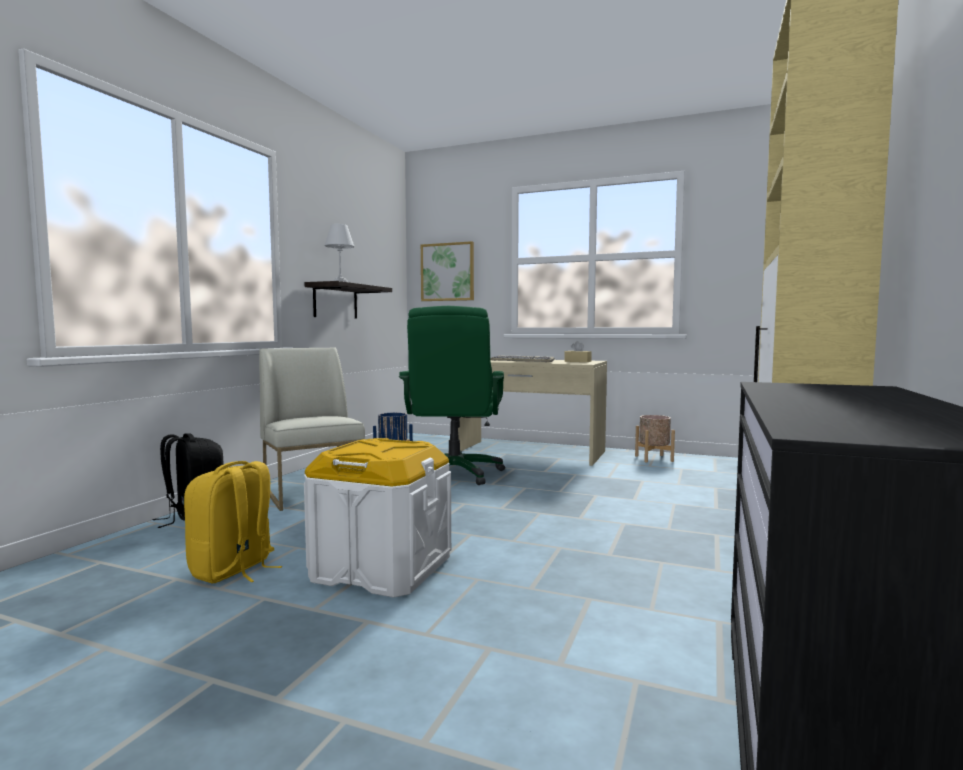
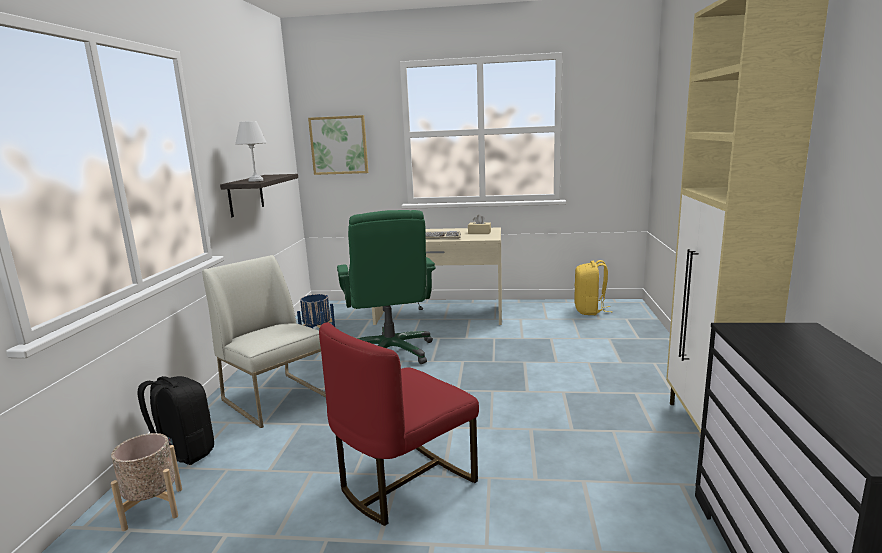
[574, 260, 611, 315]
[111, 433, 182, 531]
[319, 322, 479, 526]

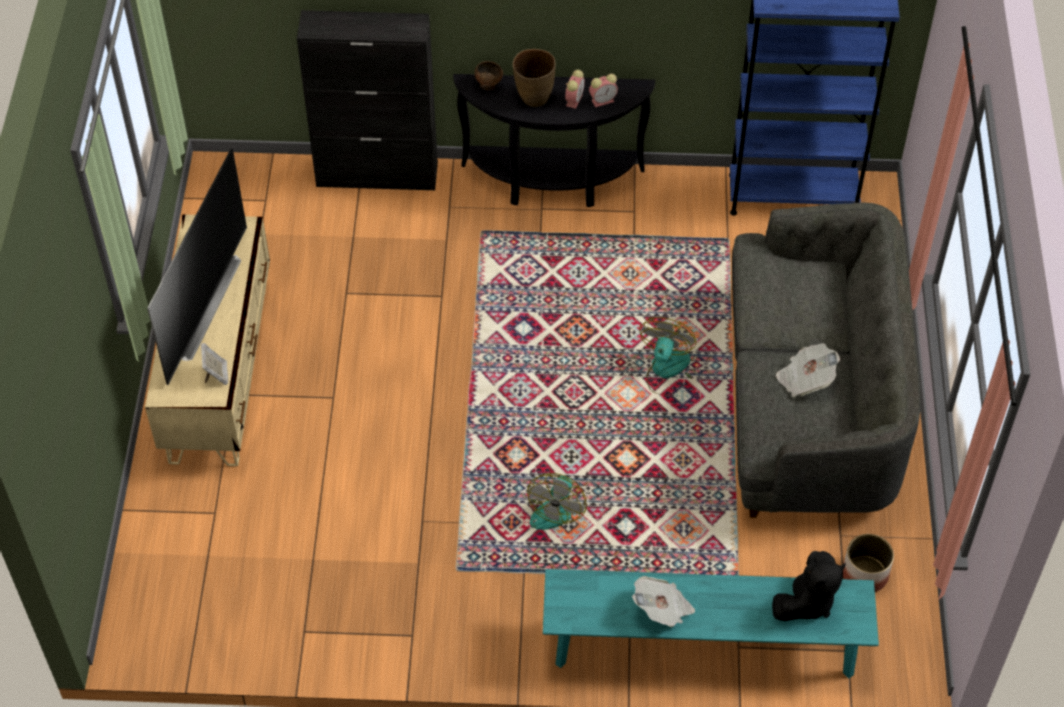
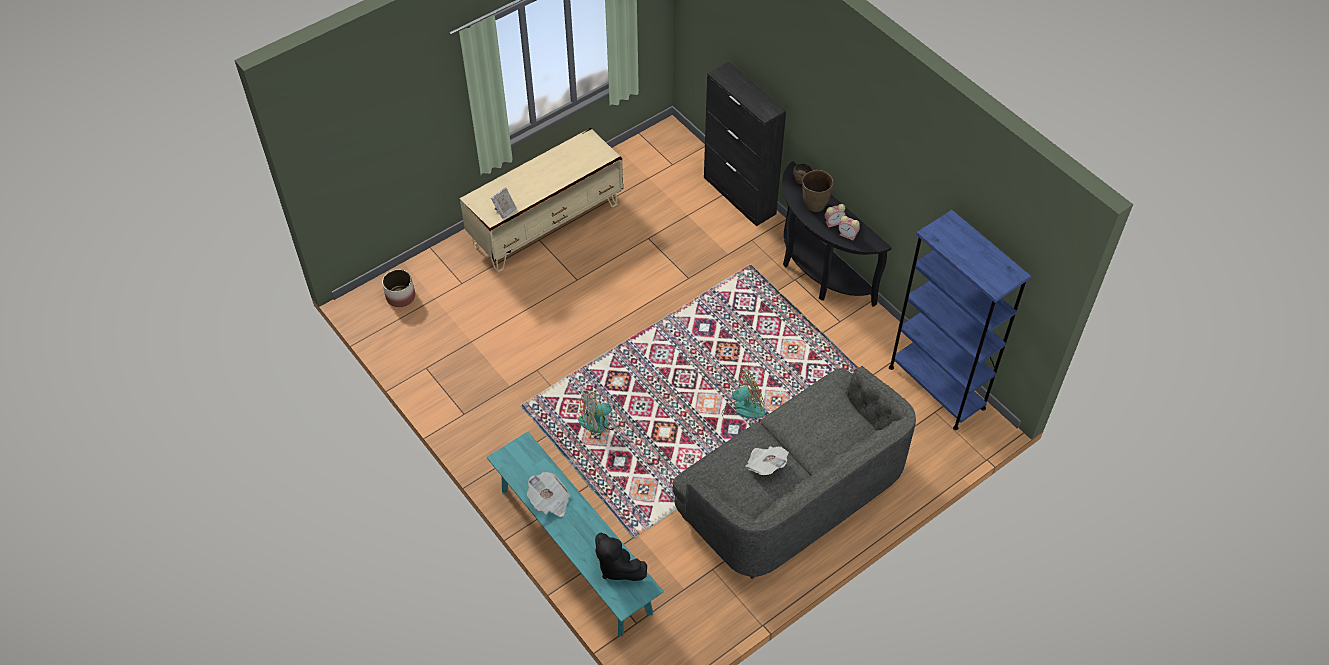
[147, 148, 247, 385] (first image)
[382, 269, 415, 307]
[595, 533, 647, 581]

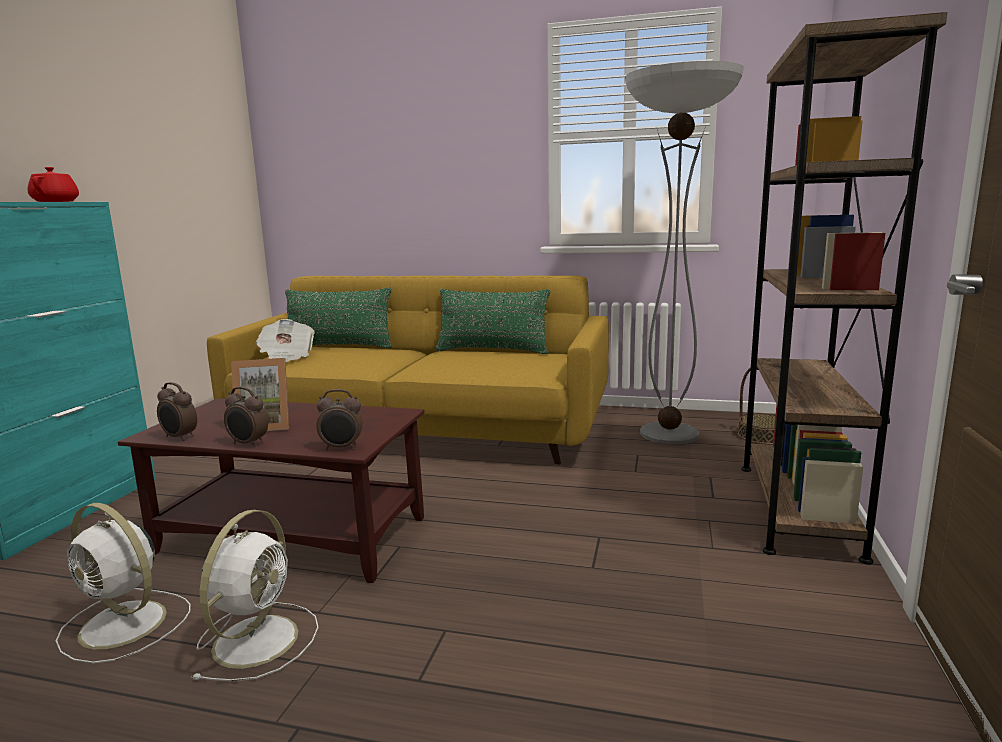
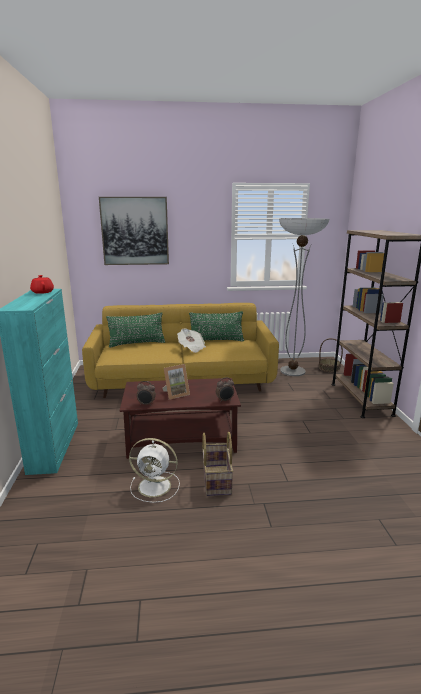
[224, 387, 268, 447] (first image)
[99, 197, 169, 265]
[177, 328, 206, 353]
[202, 432, 233, 496]

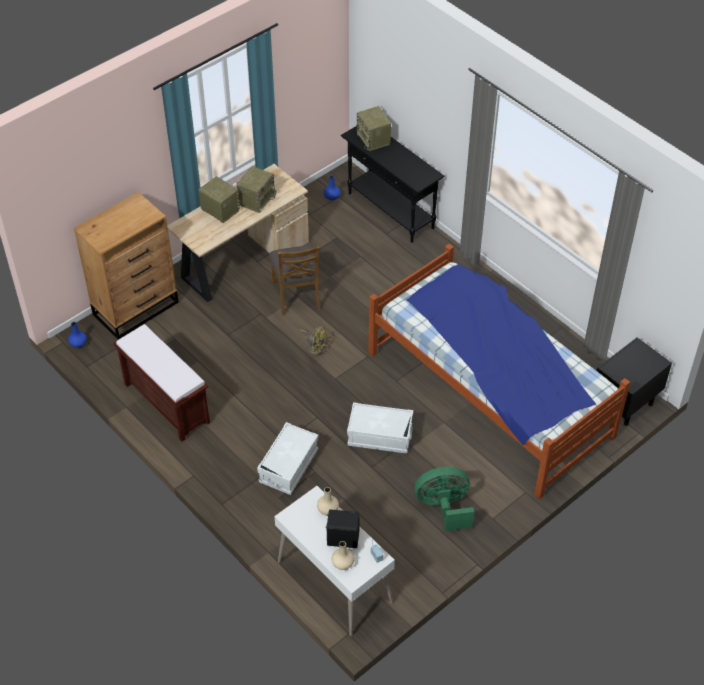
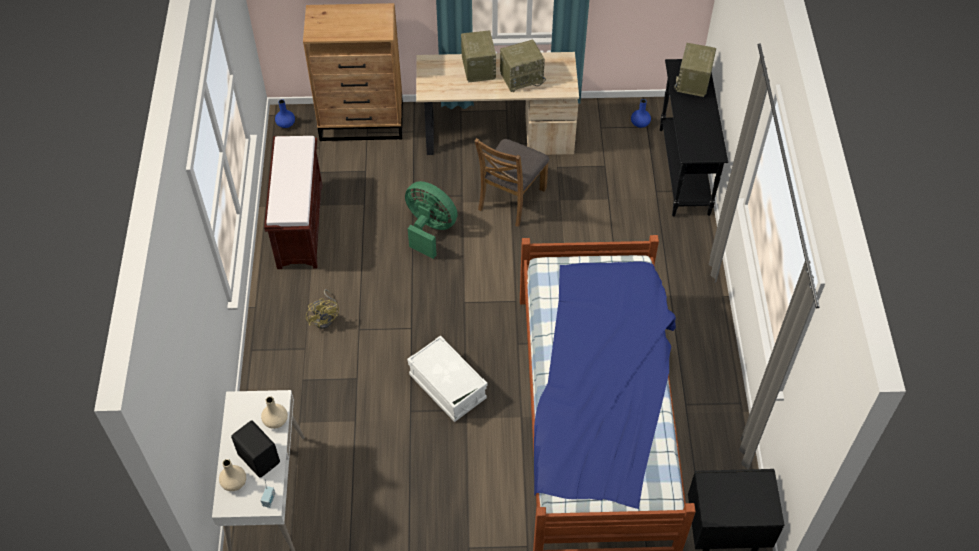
[257, 422, 319, 495] (first image)
[306, 289, 339, 329]
[405, 181, 458, 259]

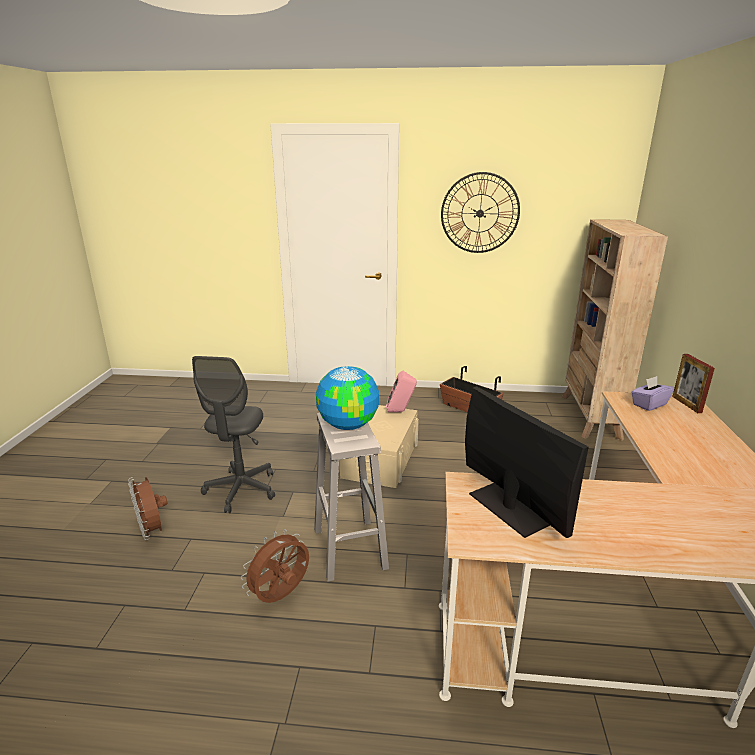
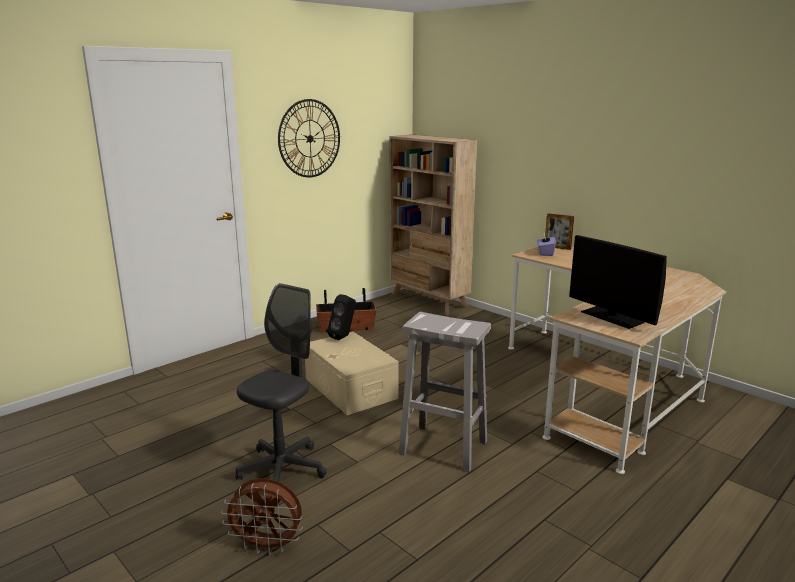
[241, 529, 309, 603] (first image)
[316, 366, 379, 430] (first image)
[327, 294, 356, 340]
[235, 283, 327, 482]
[569, 235, 667, 329]

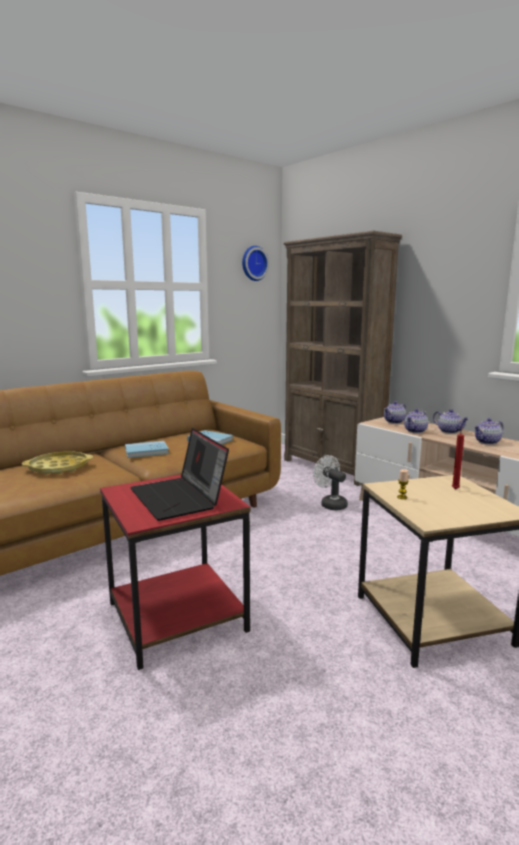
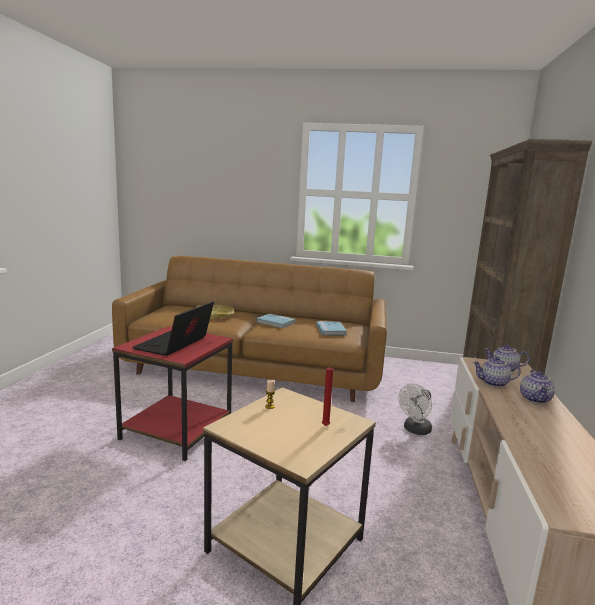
[242, 246, 269, 281] (first image)
[474, 418, 504, 445] (first image)
[398, 383, 432, 435]

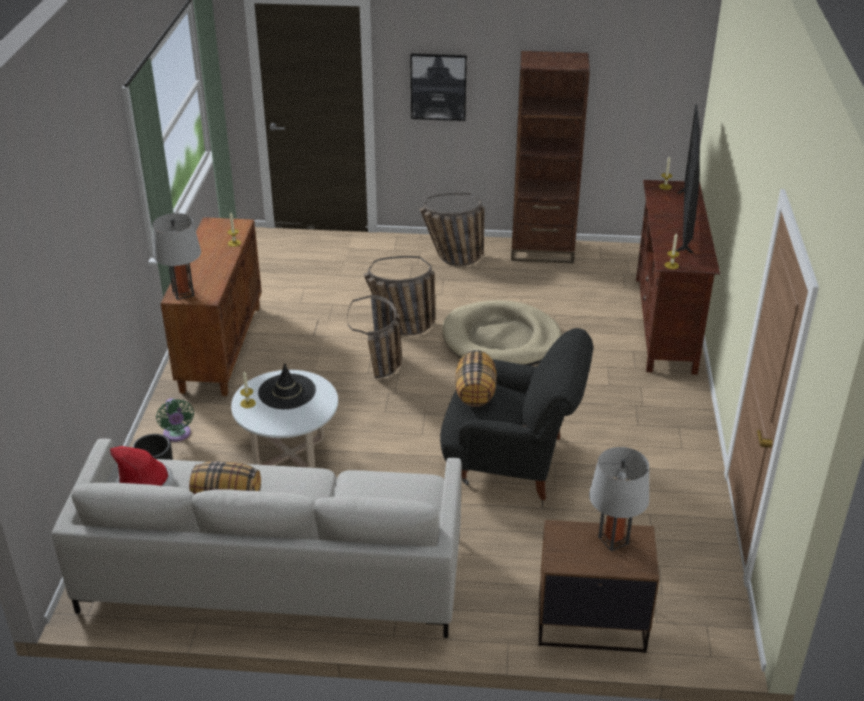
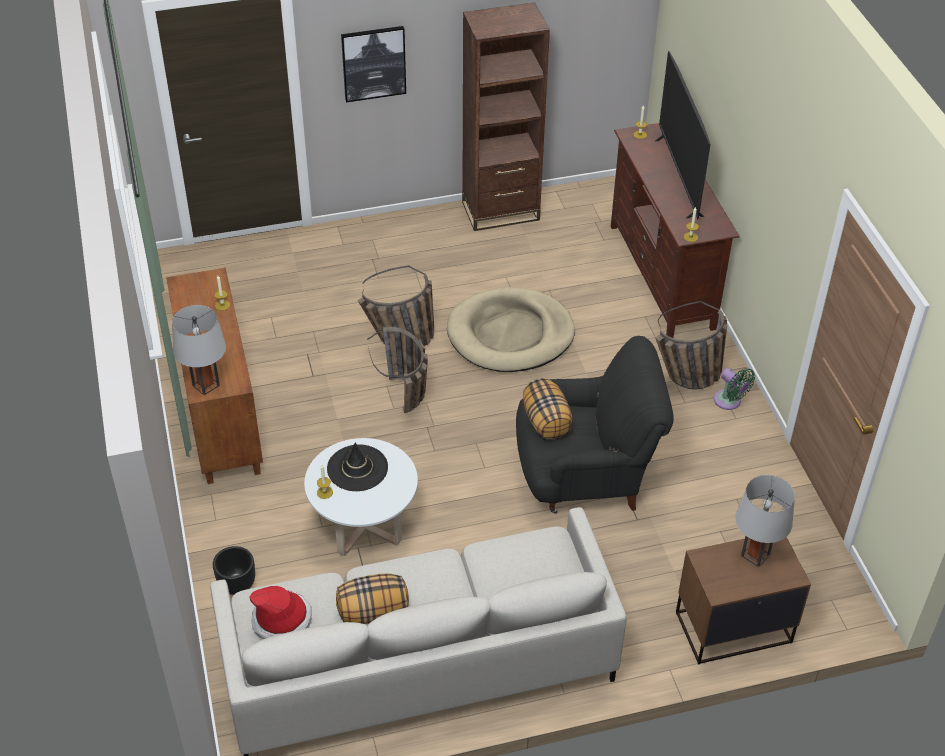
[714, 368, 755, 410]
[655, 301, 727, 389]

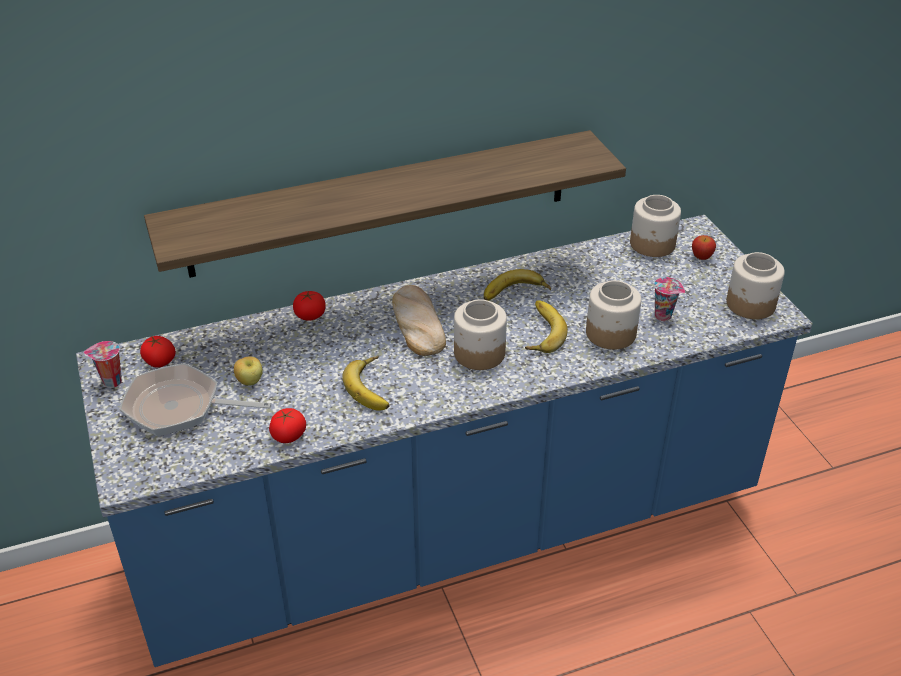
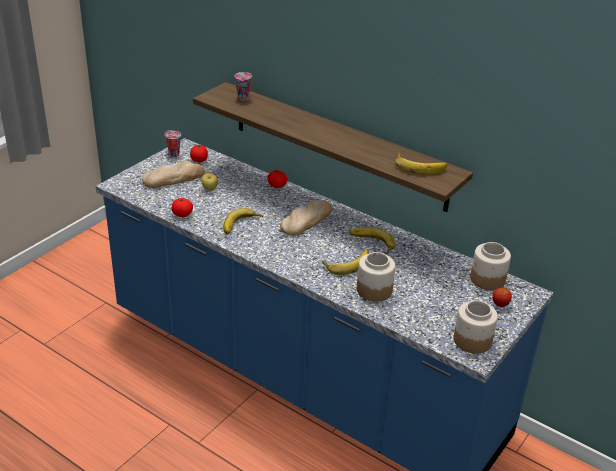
[454, 299, 507, 370] (first image)
[395, 153, 447, 174]
[235, 72, 252, 101]
[142, 161, 205, 188]

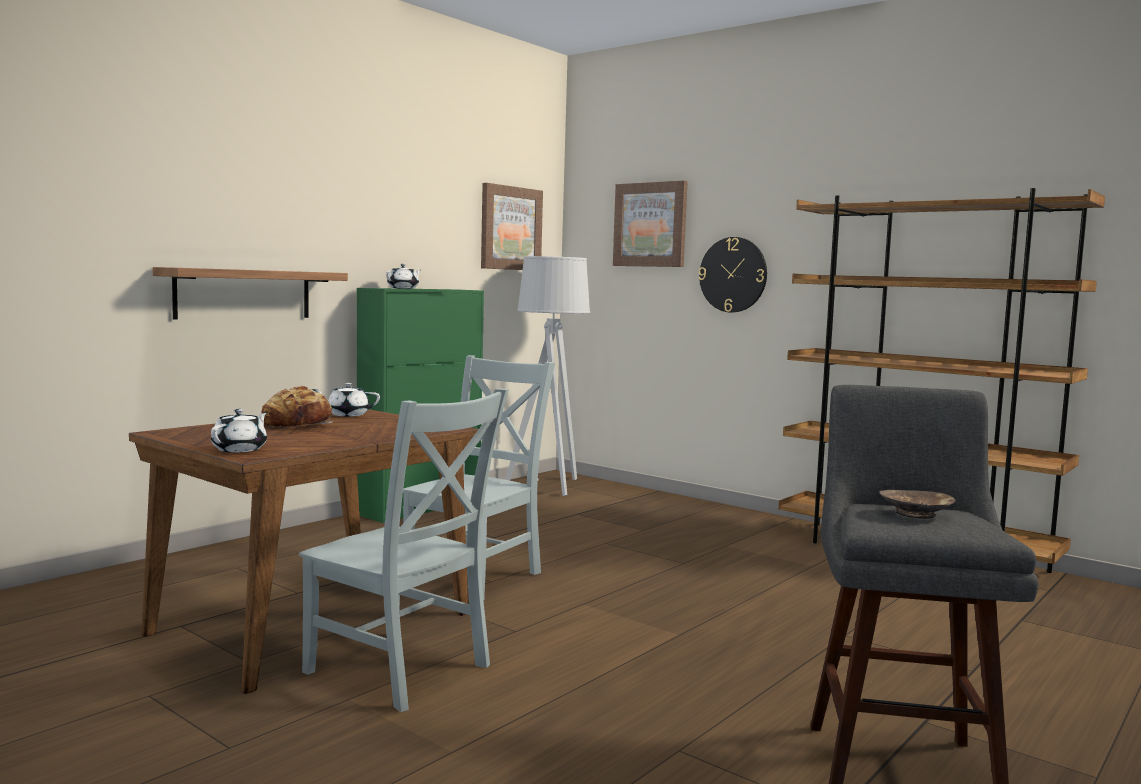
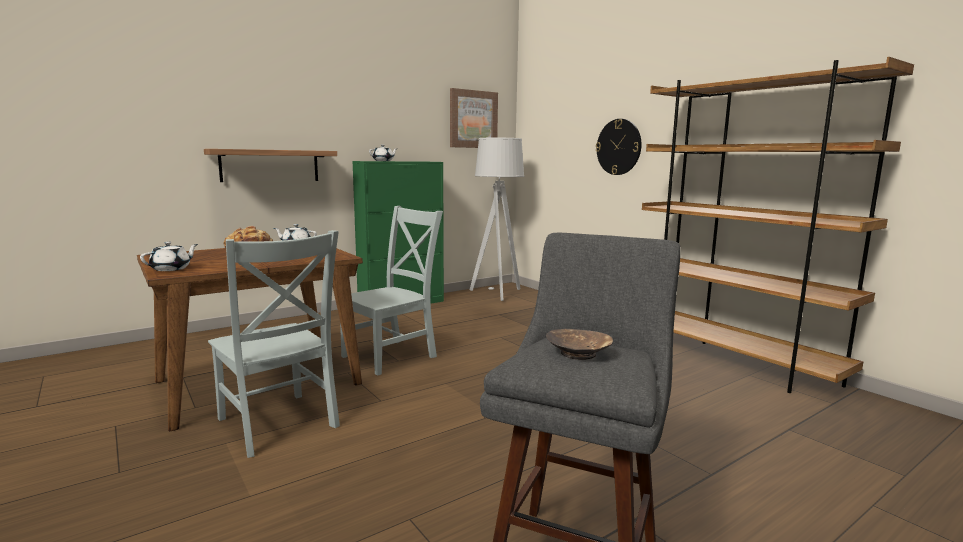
[613, 181, 688, 267] (first image)

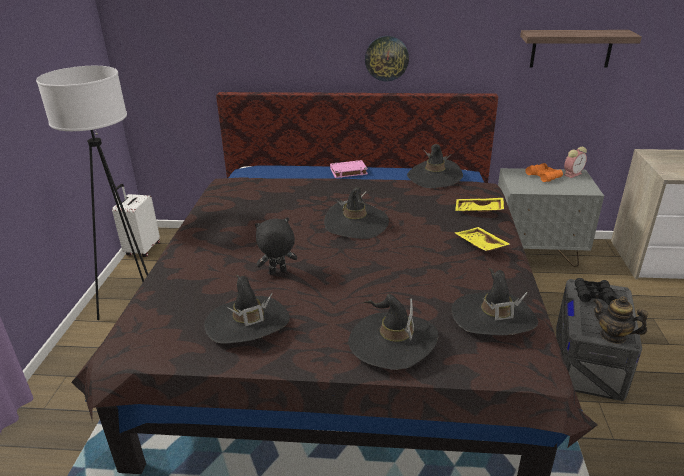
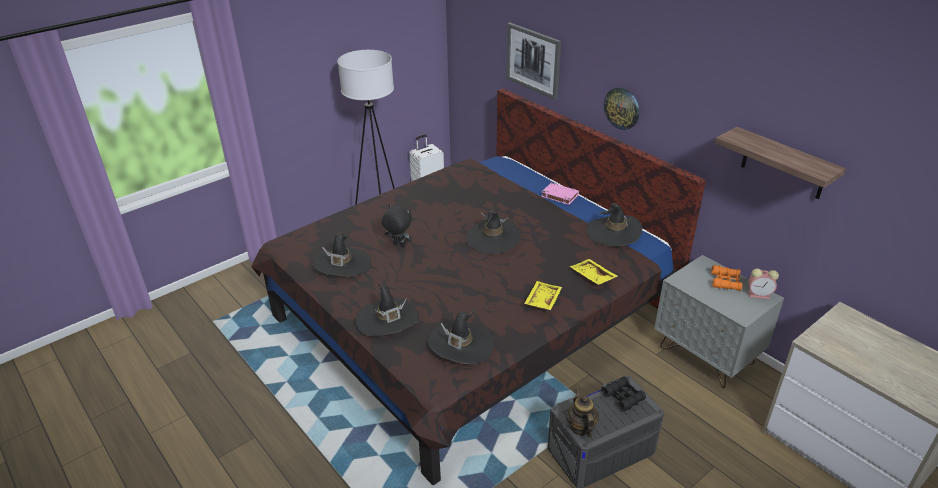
[506, 22, 561, 100]

